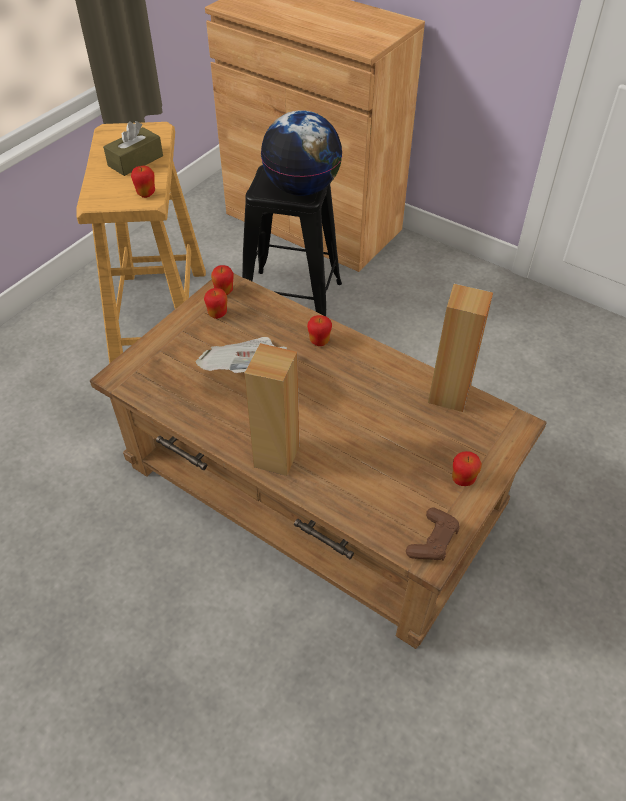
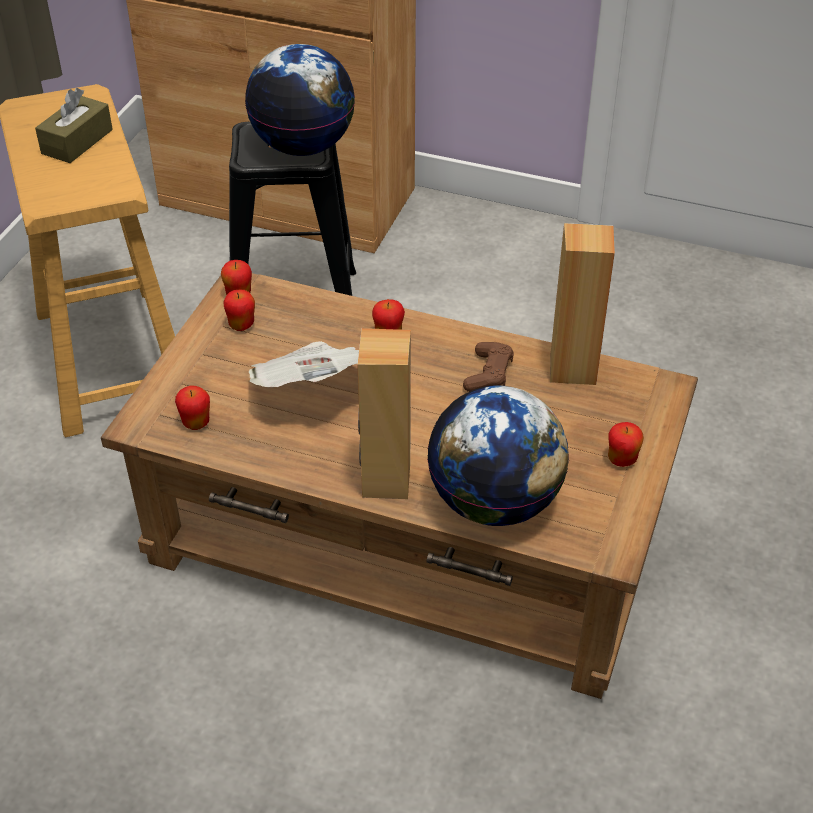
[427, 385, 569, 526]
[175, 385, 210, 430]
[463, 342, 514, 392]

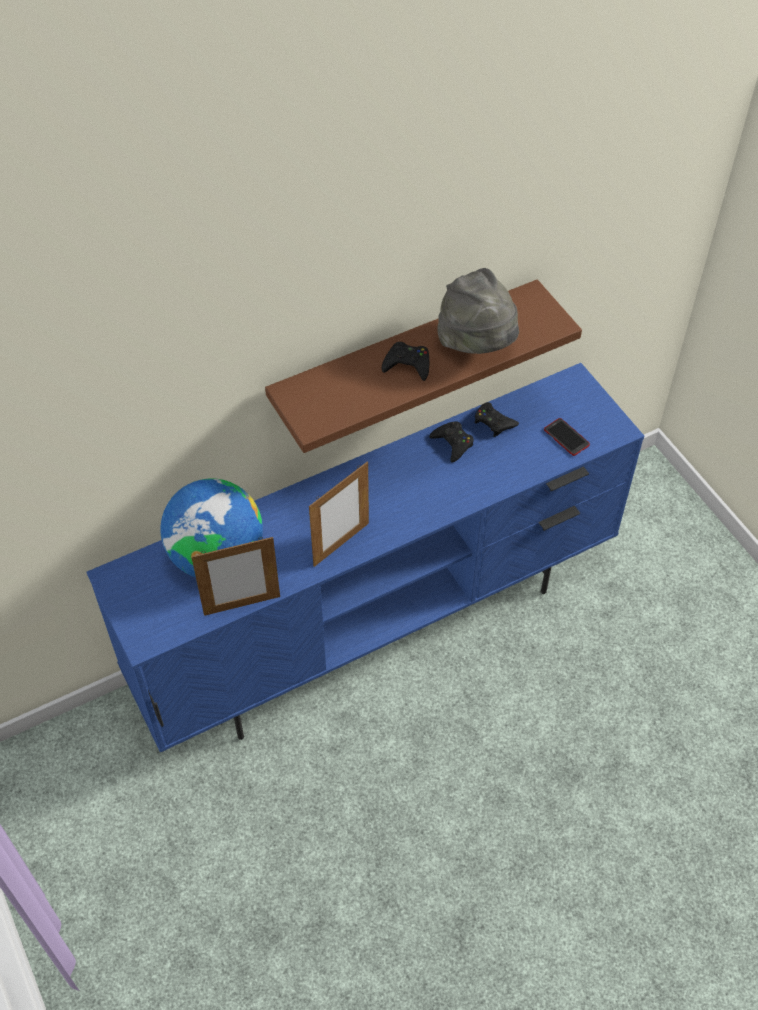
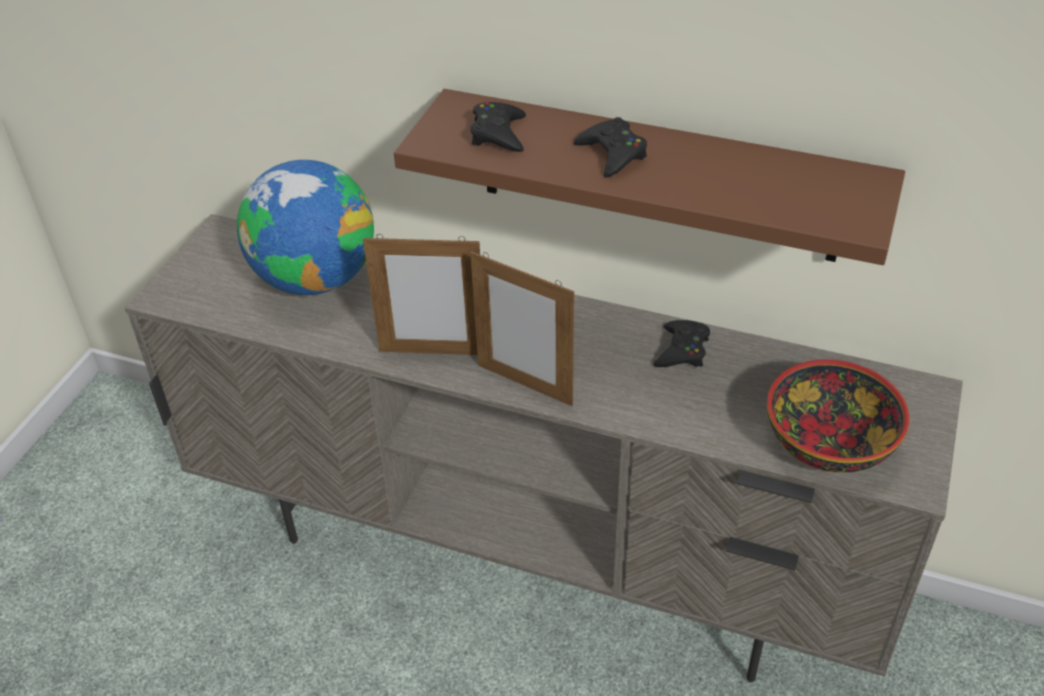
[437, 268, 519, 354] (first image)
[470, 251, 574, 406]
[470, 101, 526, 152]
[767, 359, 910, 473]
[125, 214, 963, 682]

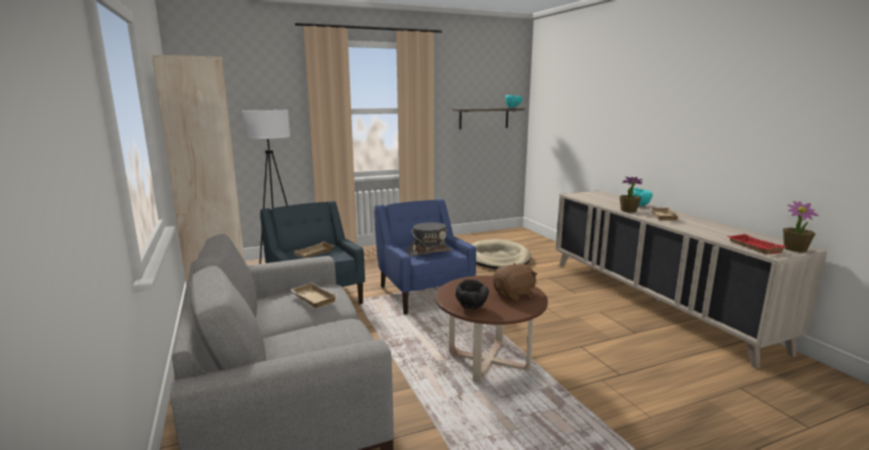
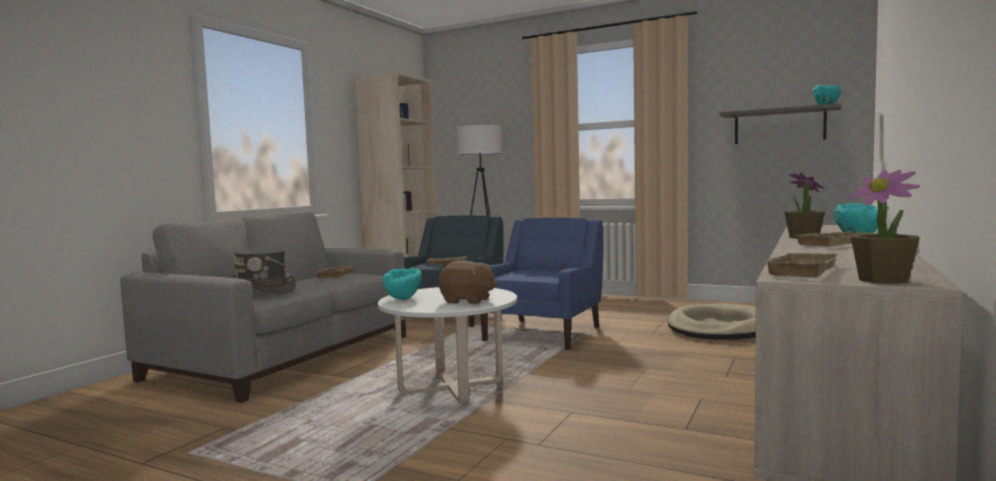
[232, 249, 296, 293]
[378, 287, 517, 404]
[382, 268, 422, 300]
[763, 253, 838, 277]

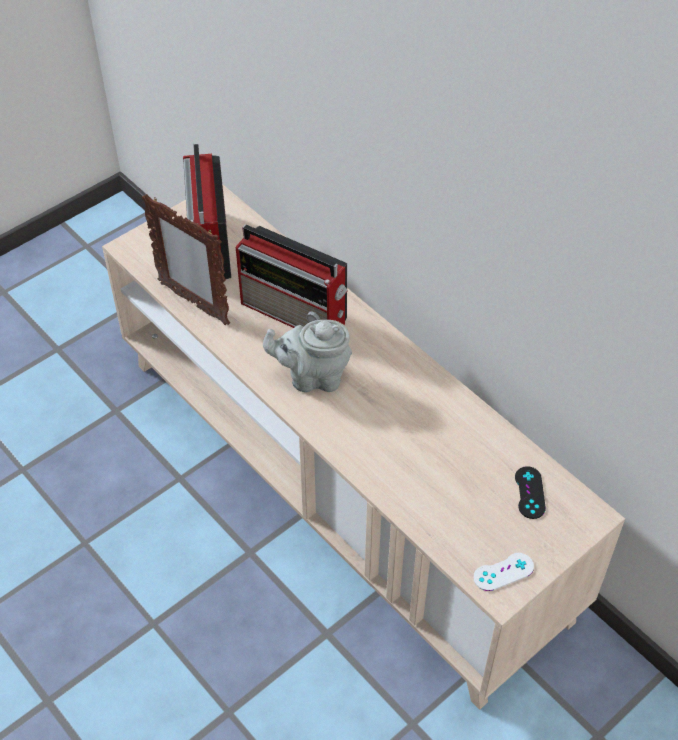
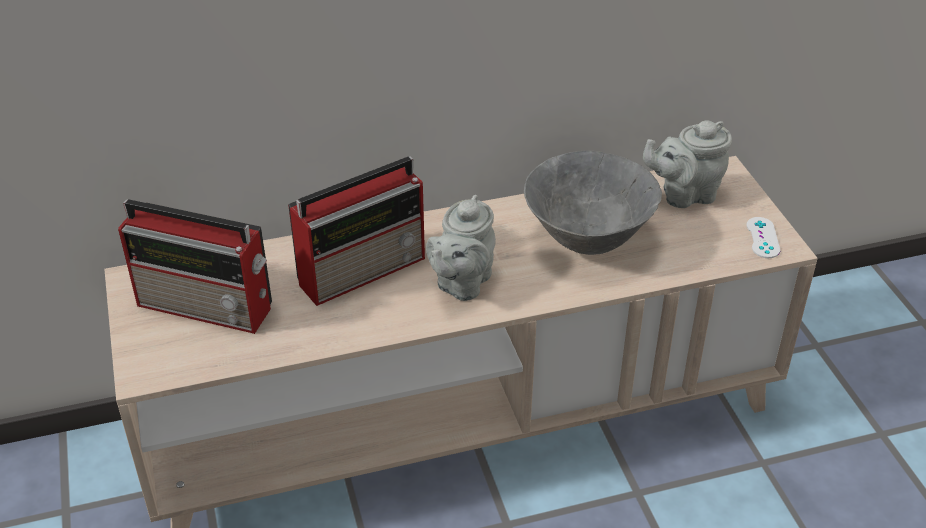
[142, 194, 230, 325] (first image)
[524, 150, 662, 255]
[643, 121, 732, 208]

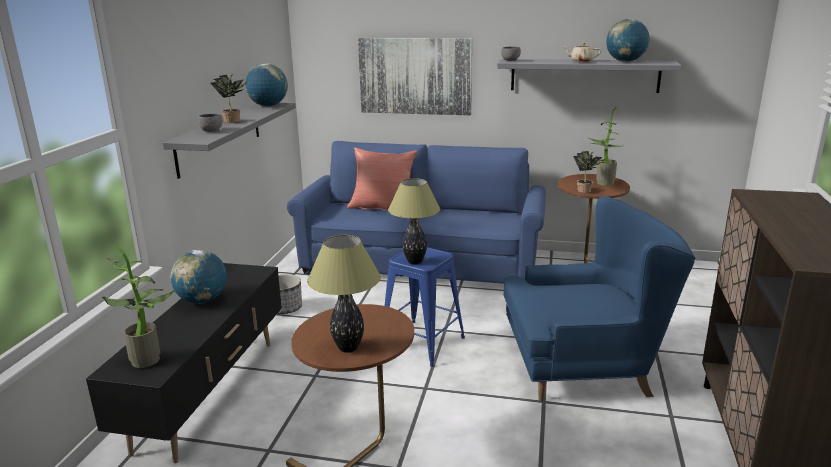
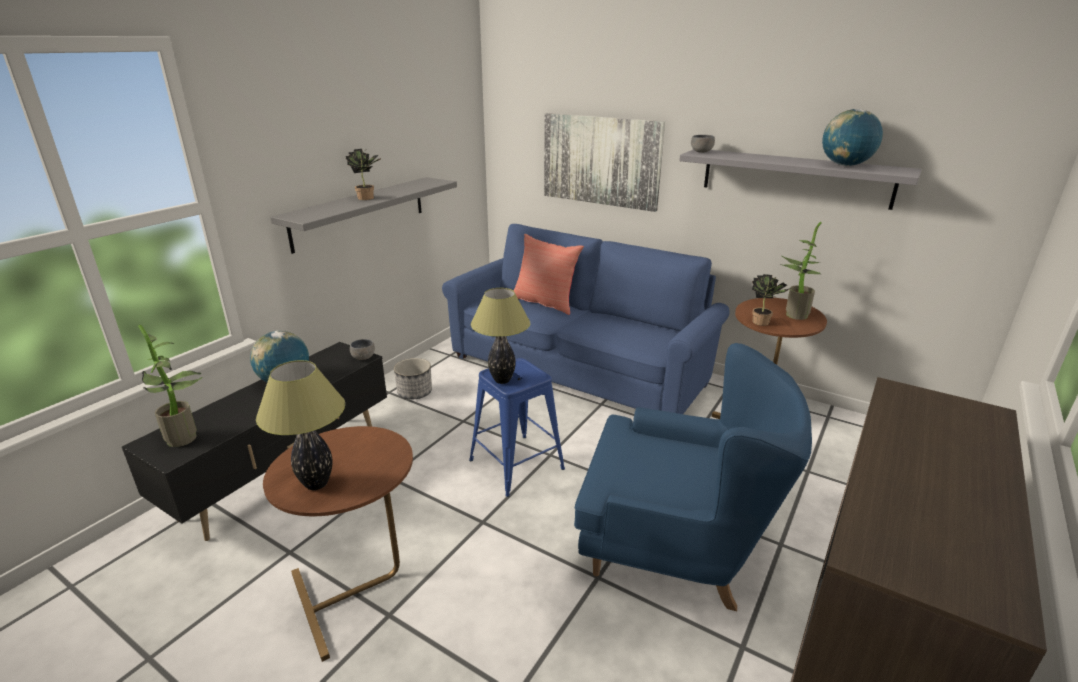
[245, 63, 288, 106] (first image)
[564, 43, 601, 62] (first image)
[350, 339, 375, 360]

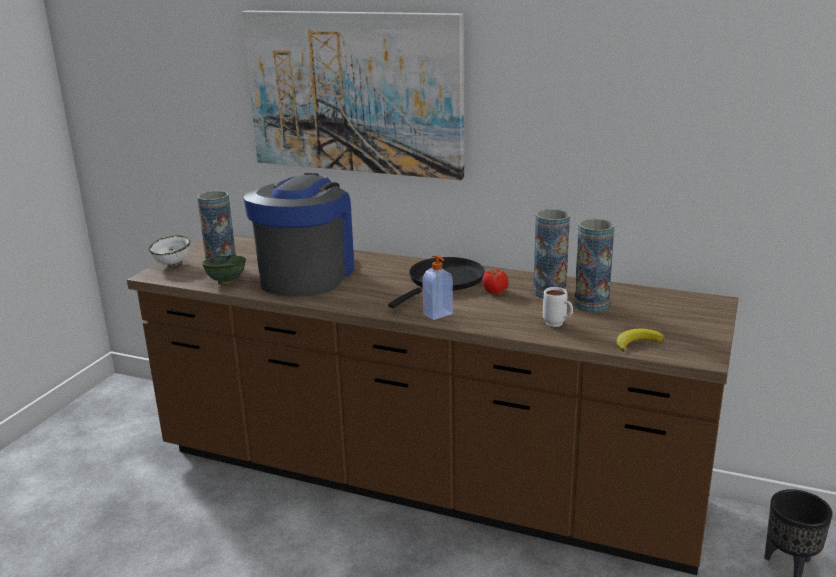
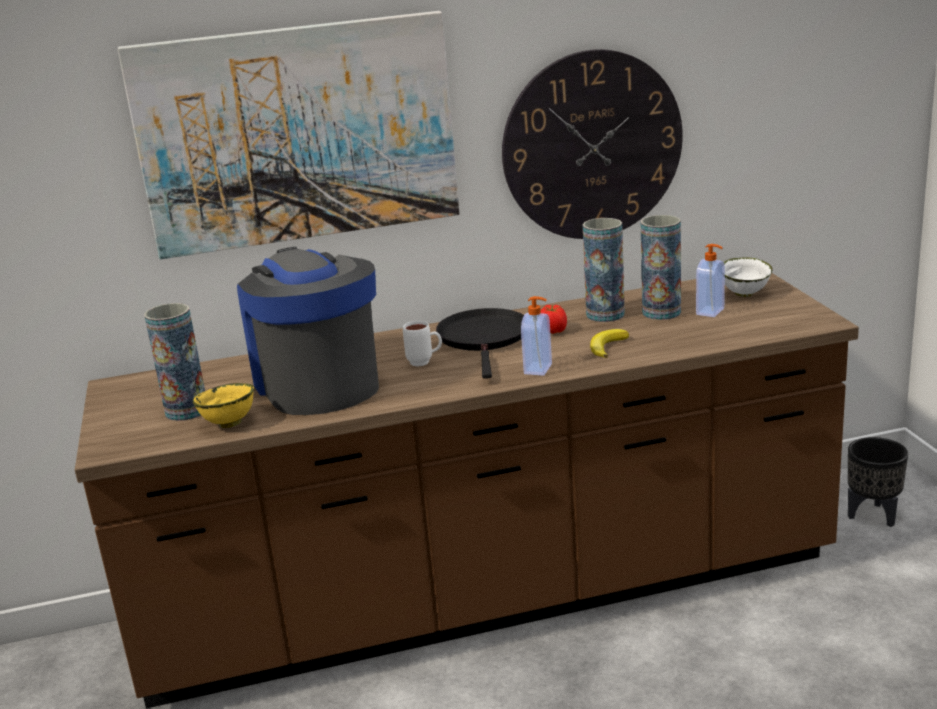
[502, 49, 683, 239]
[696, 244, 725, 317]
[724, 258, 773, 297]
[403, 321, 442, 366]
[590, 329, 629, 358]
[193, 383, 254, 428]

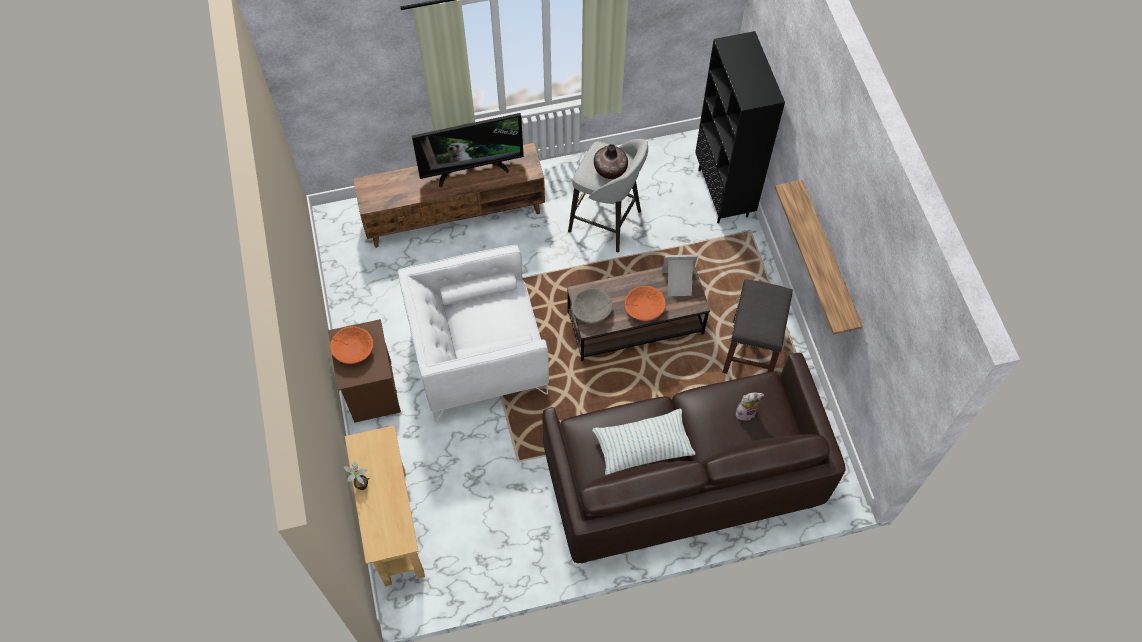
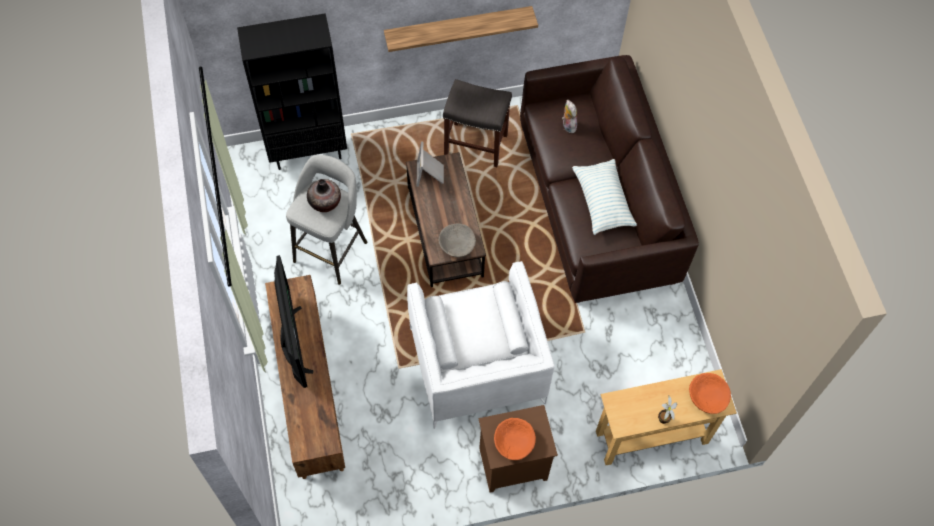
[689, 373, 731, 414]

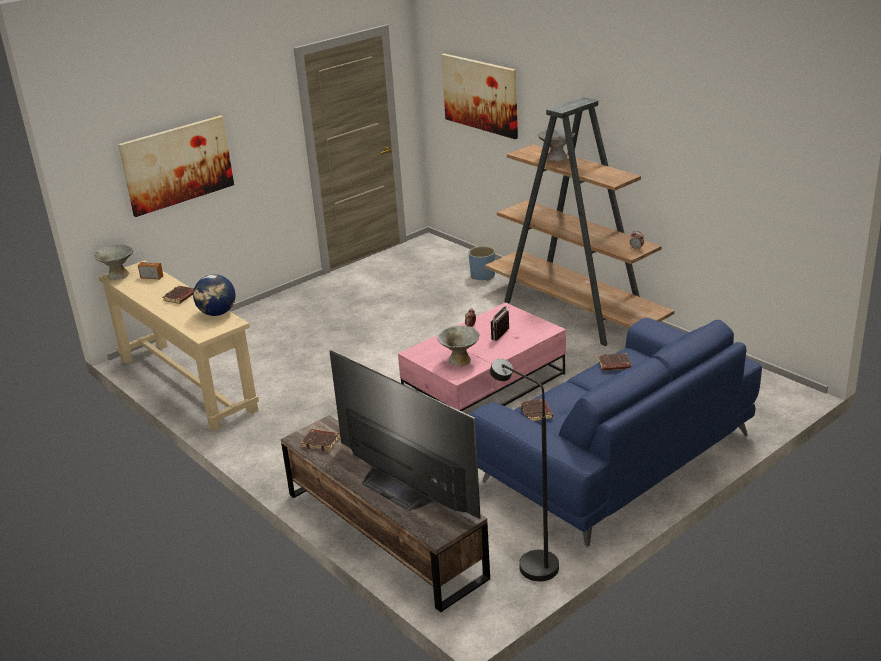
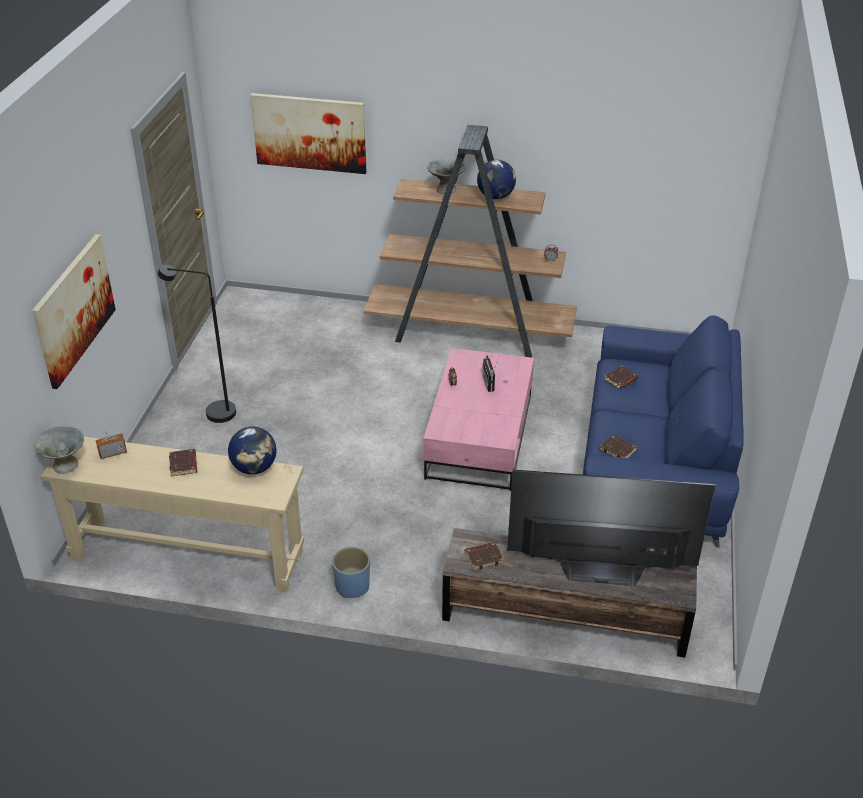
[437, 326, 479, 366] (first image)
[477, 160, 516, 199]
[332, 547, 370, 598]
[158, 265, 236, 423]

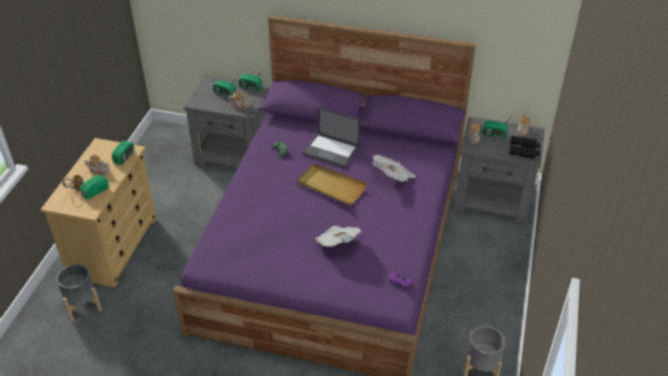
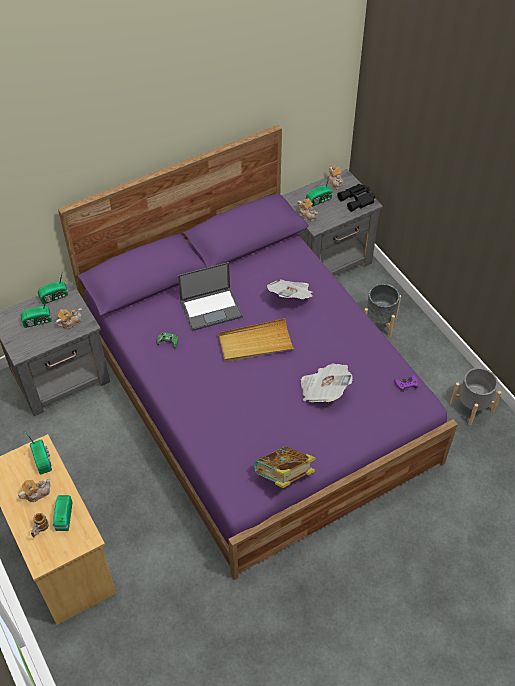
[254, 446, 315, 488]
[364, 284, 401, 338]

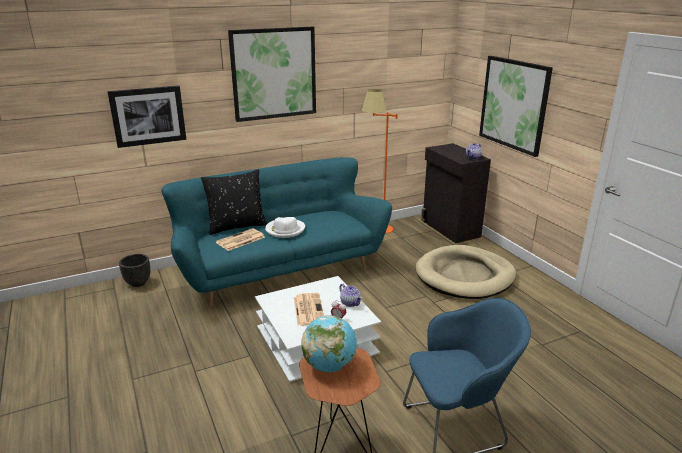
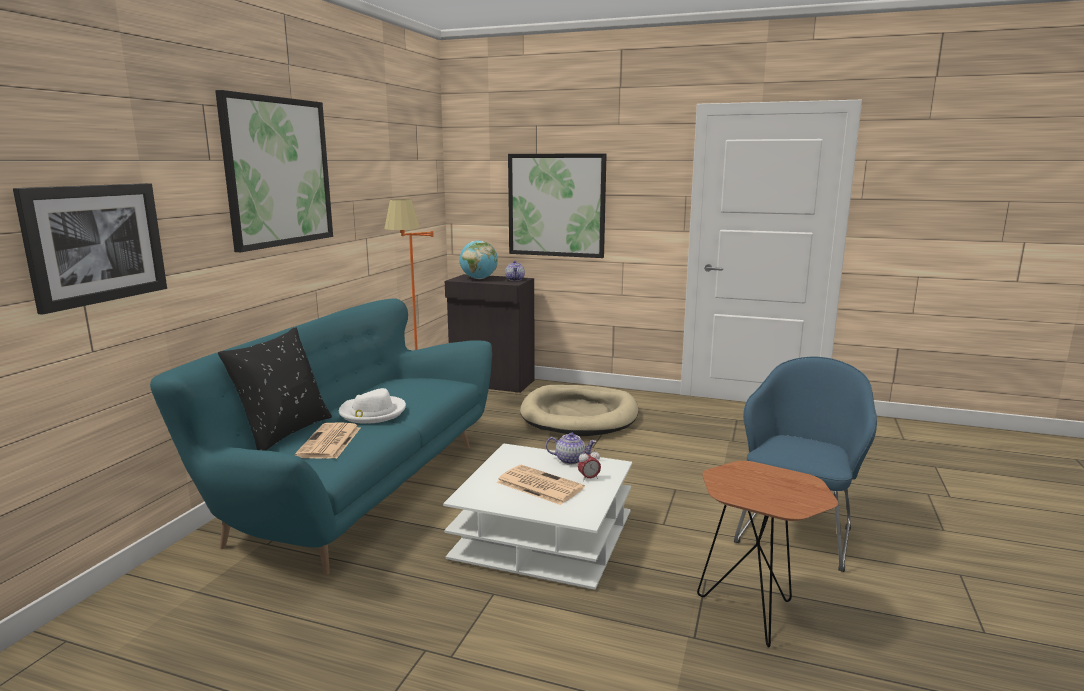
[119, 254, 150, 287] (first image)
[460, 241, 498, 279]

